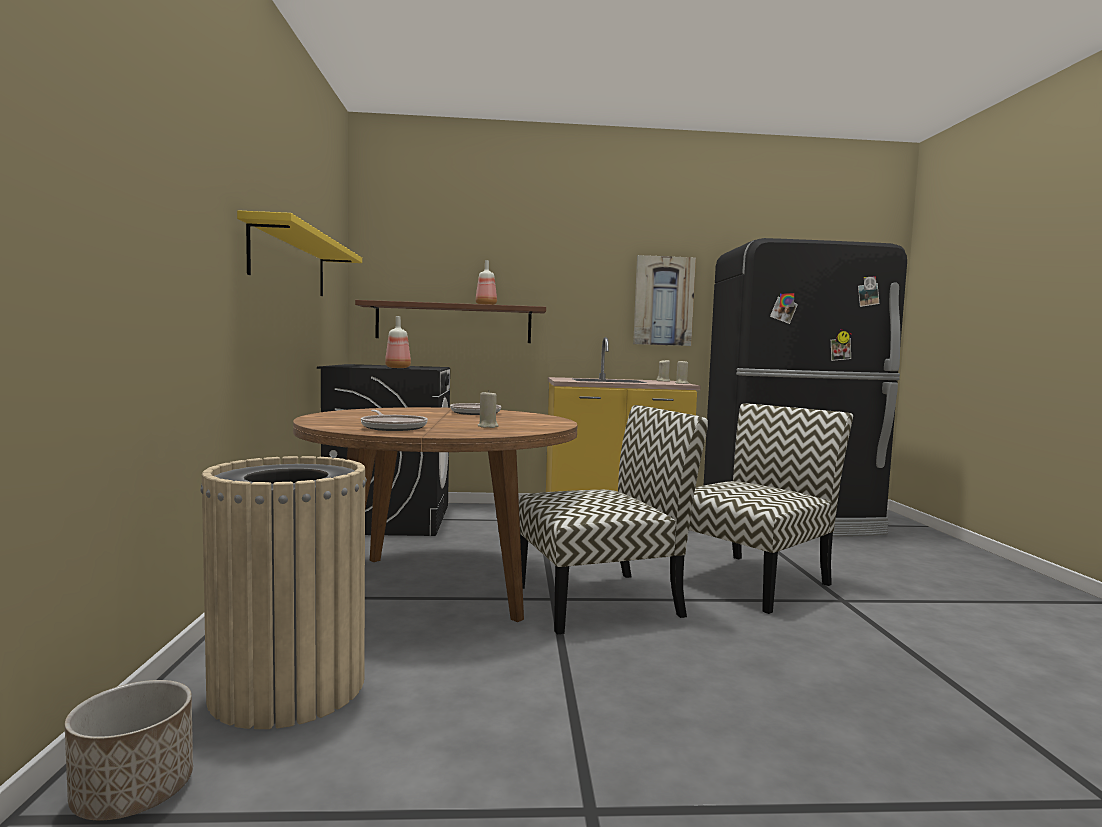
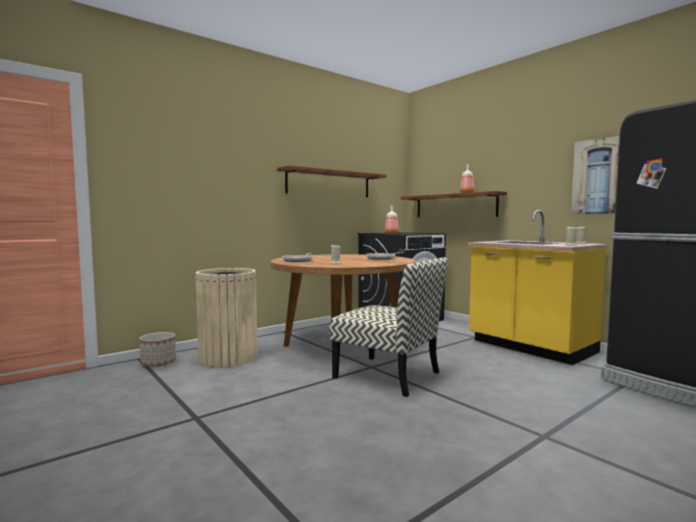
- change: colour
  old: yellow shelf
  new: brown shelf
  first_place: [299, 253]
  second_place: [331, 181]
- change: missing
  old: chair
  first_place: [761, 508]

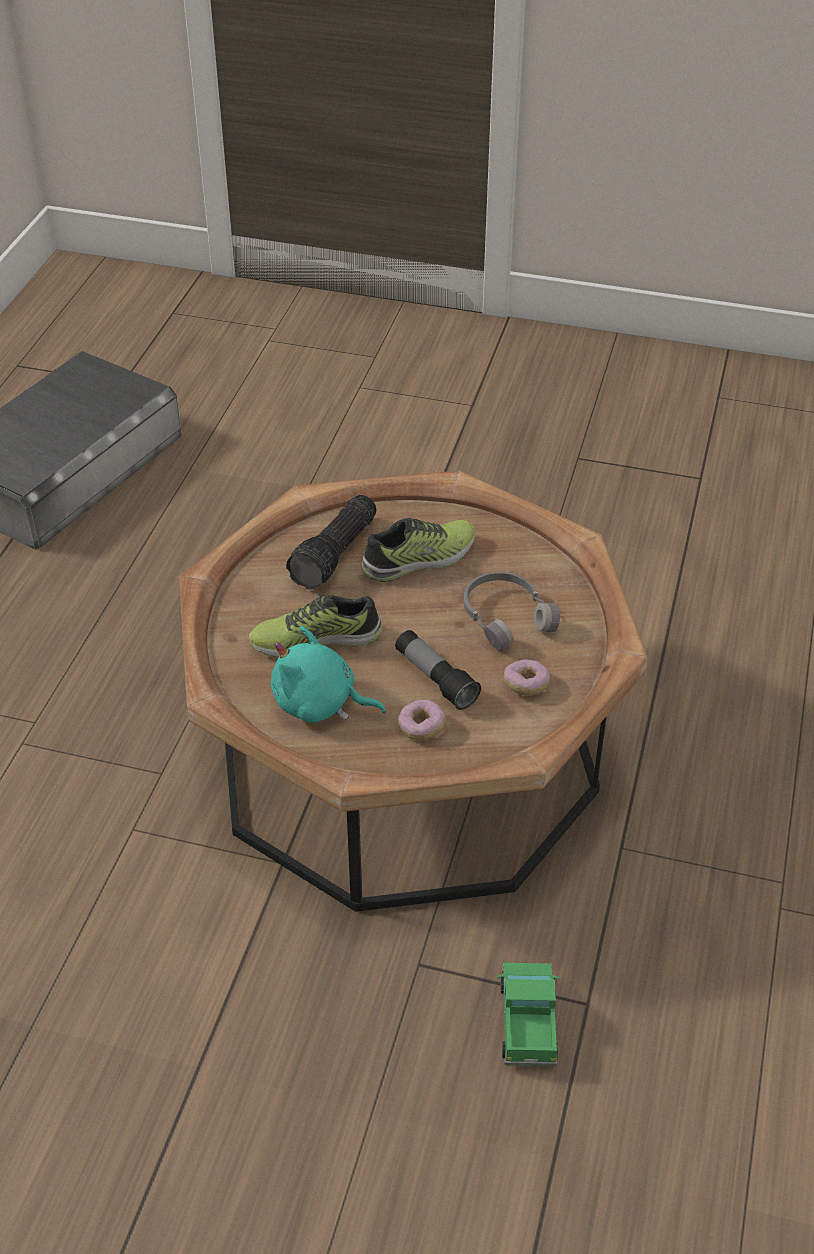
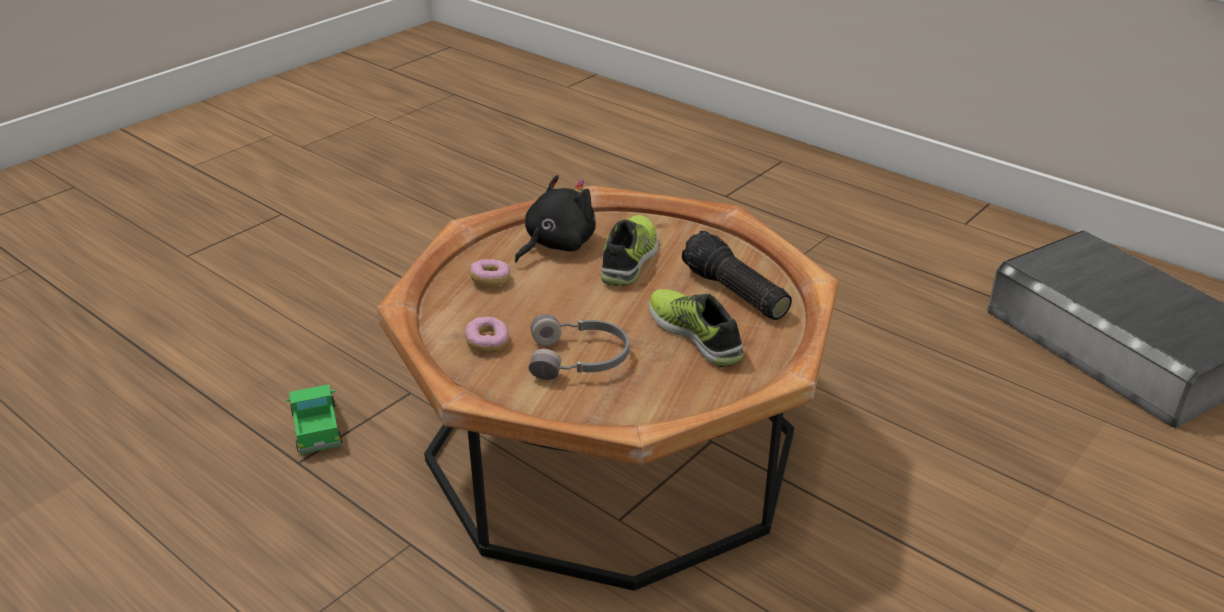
- change: spun
  old: toy truck
  first_place: [528, 1014]
  second_place: [314, 419]
  degrees: -135
- change: colour
  old: turquoise plush toy
  new: black plush toy
  first_place: [328, 674]
  second_place: [555, 219]
- change: spun
  old: shoe
  first_place: [418, 550]
  second_place: [696, 328]
  degrees: 150
- change: missing
  old: flashlight
  first_place: [438, 670]

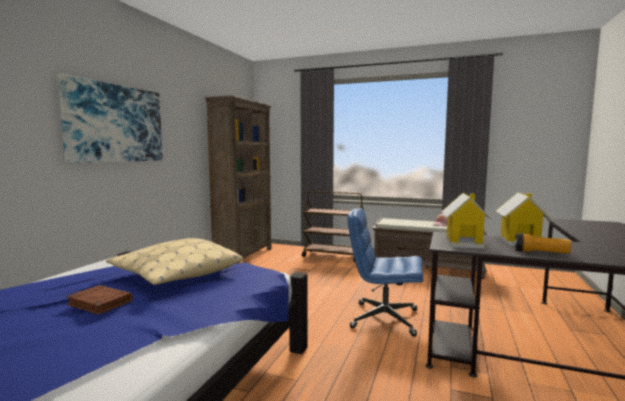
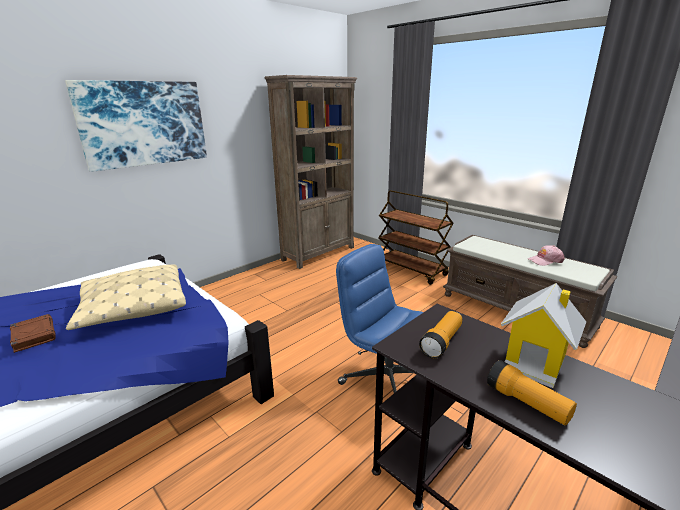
- change: exchanged
  old: toy house
  new: flashlight
  first_place: [466, 220]
  second_place: [440, 335]

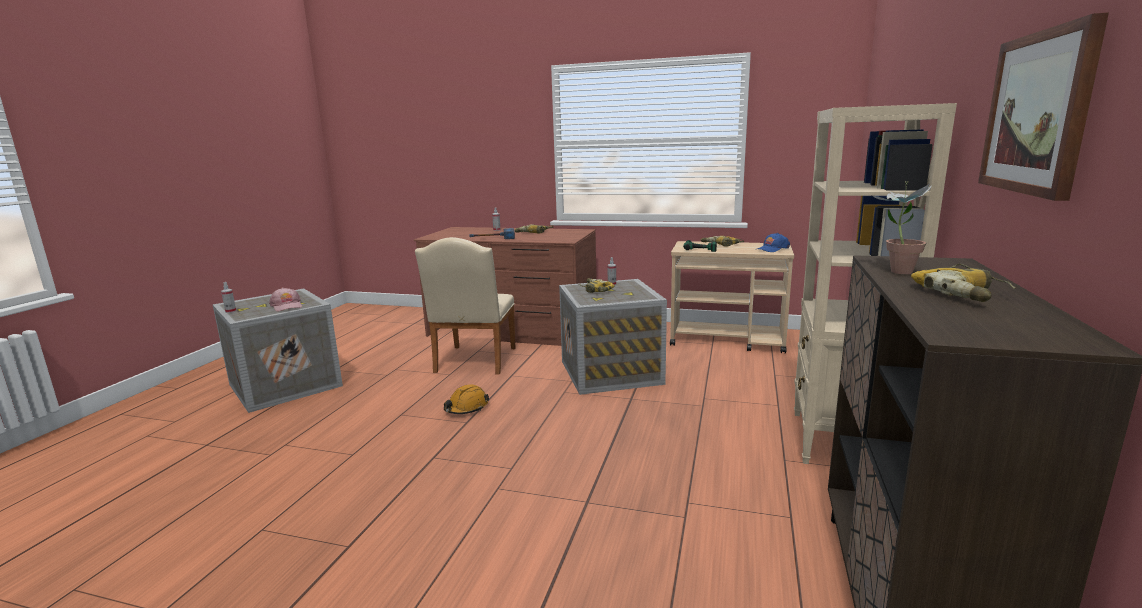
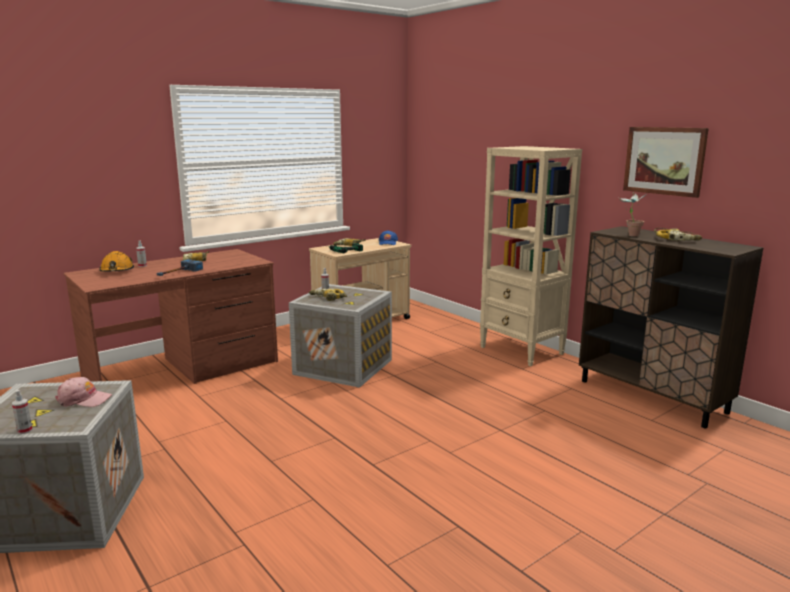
- change: relocated
  old: orange hard hat
  first_place: [466, 399]
  second_place: [116, 261]
- change: missing
  old: beige chair
  first_place: [465, 306]

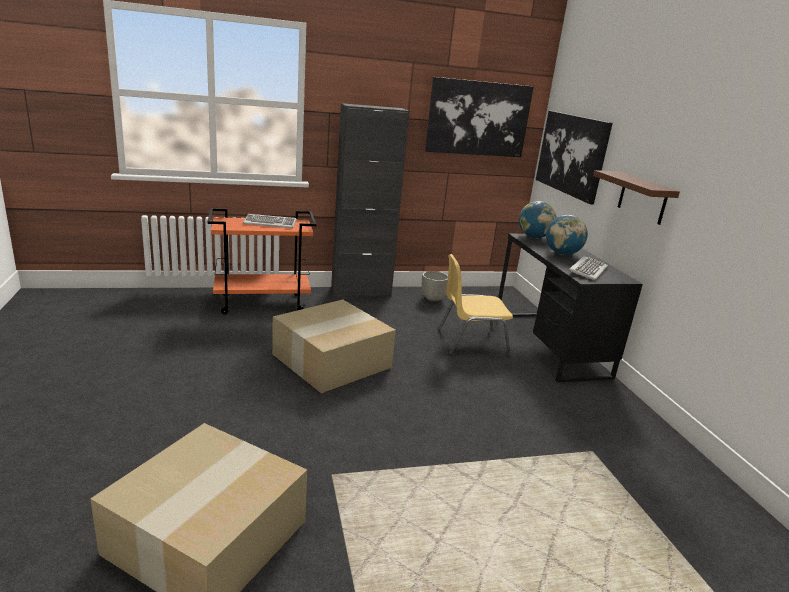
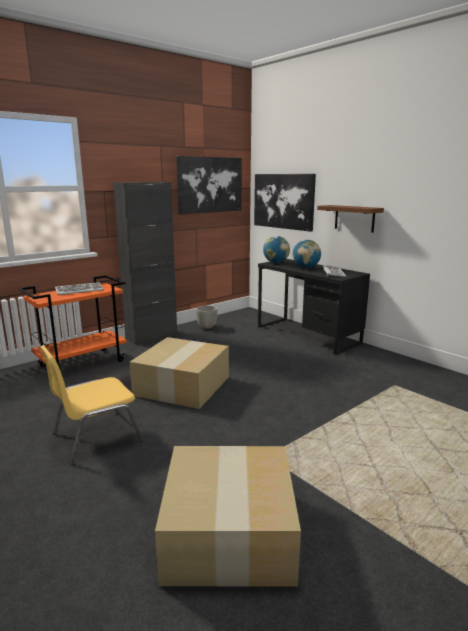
- change: relocated
  old: yellow chair
  first_place: [475, 305]
  second_place: [92, 405]

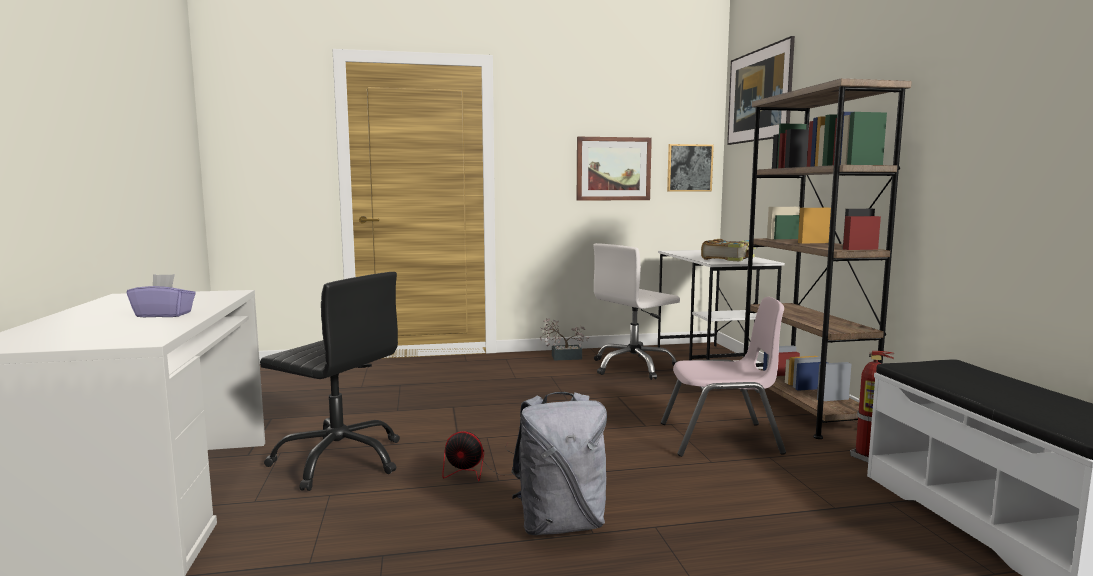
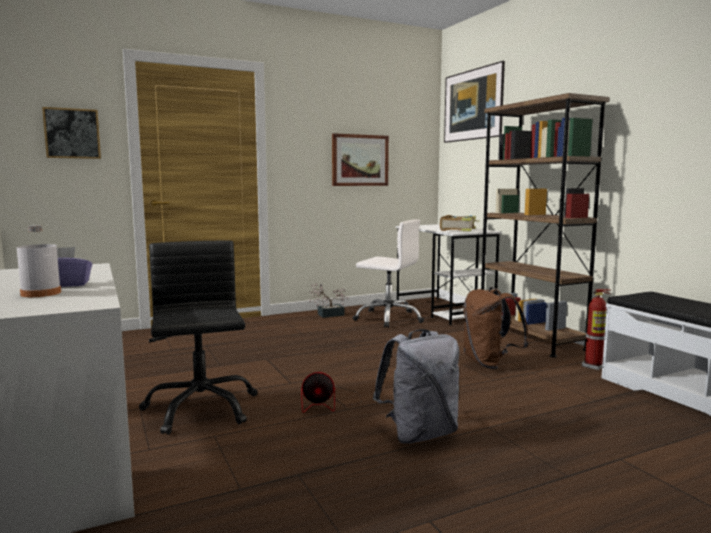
- change: appeared
  new: white bottle
  second_place: [39, 261]
- change: relocated
  old: picture
  first_place: [690, 168]
  second_place: [71, 133]
- change: spun
  old: black office chair
  first_place: [330, 381]
  second_place: [198, 338]
  degrees: -120
- change: spun
  old: white office chair
  first_place: [636, 311]
  second_place: [388, 273]
  degrees: -105
- change: exchanged
  old: pink chair
  new: brown backpack
  first_place: [723, 377]
  second_place: [496, 328]

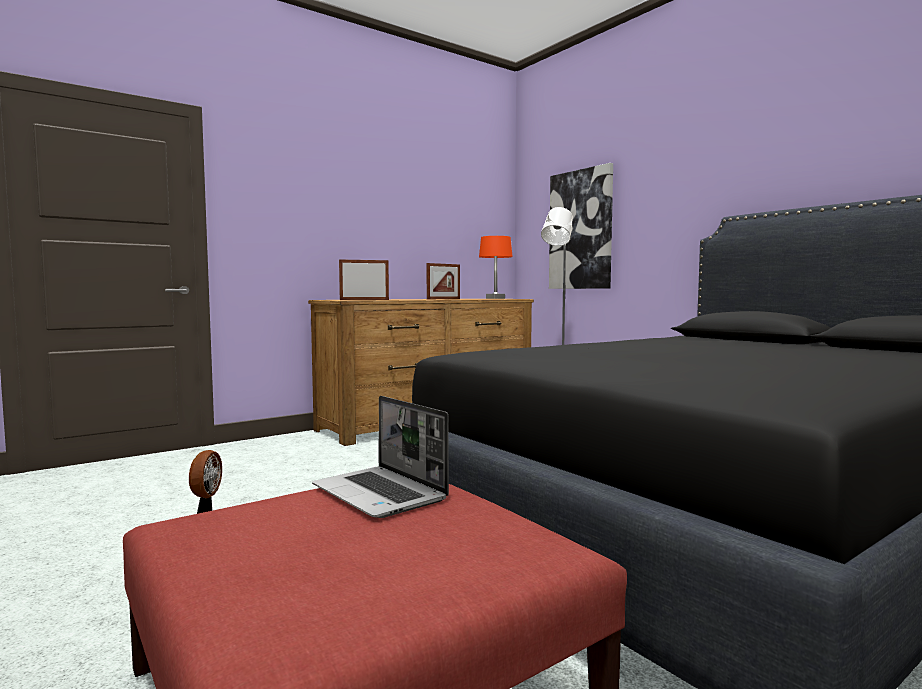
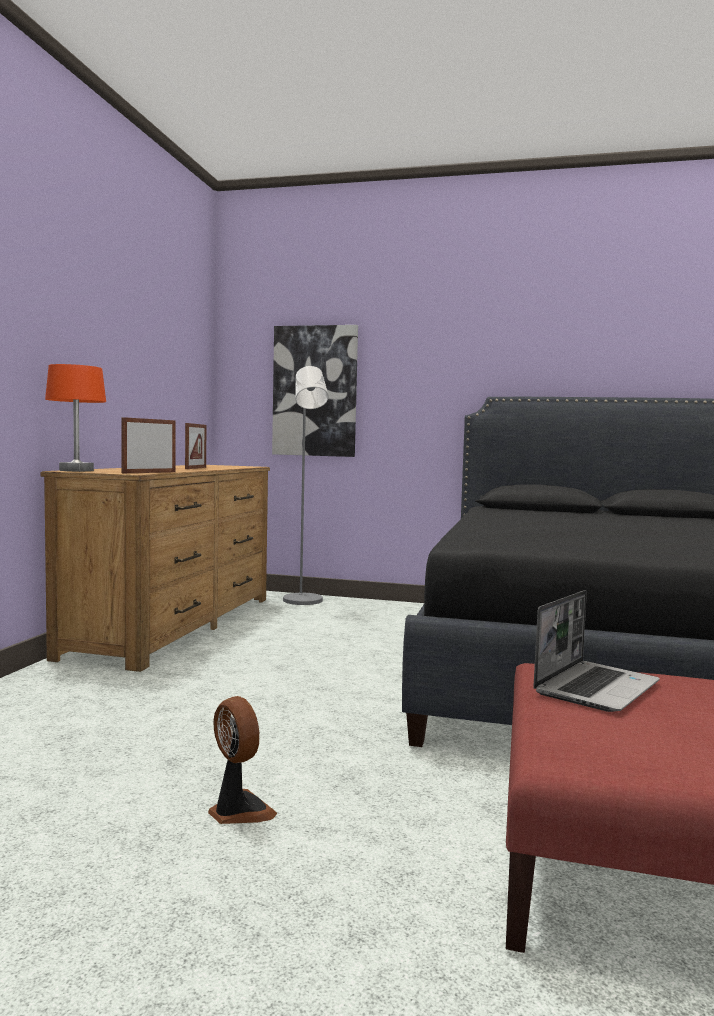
- change: relocated
  old: orange table lamp
  first_place: [496, 267]
  second_place: [75, 418]
- change: spun
  old: laptop
  first_place: [380, 457]
  second_place: [596, 651]
  degrees: -60

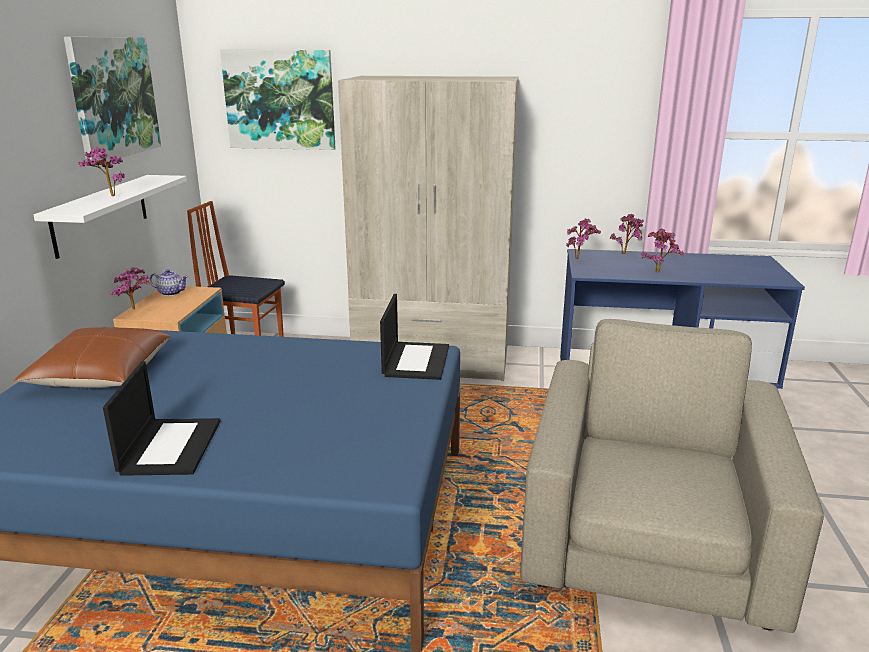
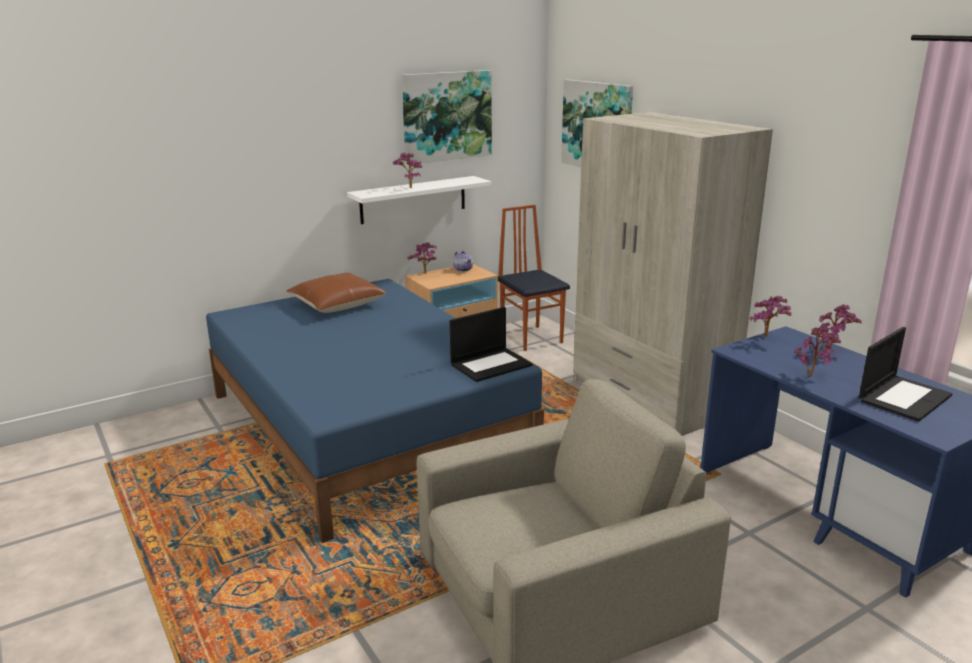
- change: relocated
  old: laptop
  first_place: [161, 418]
  second_place: [906, 374]

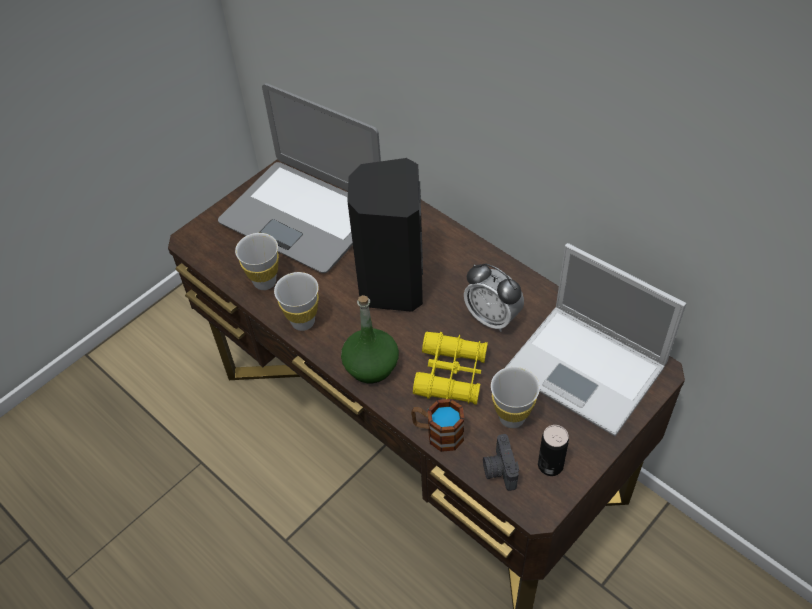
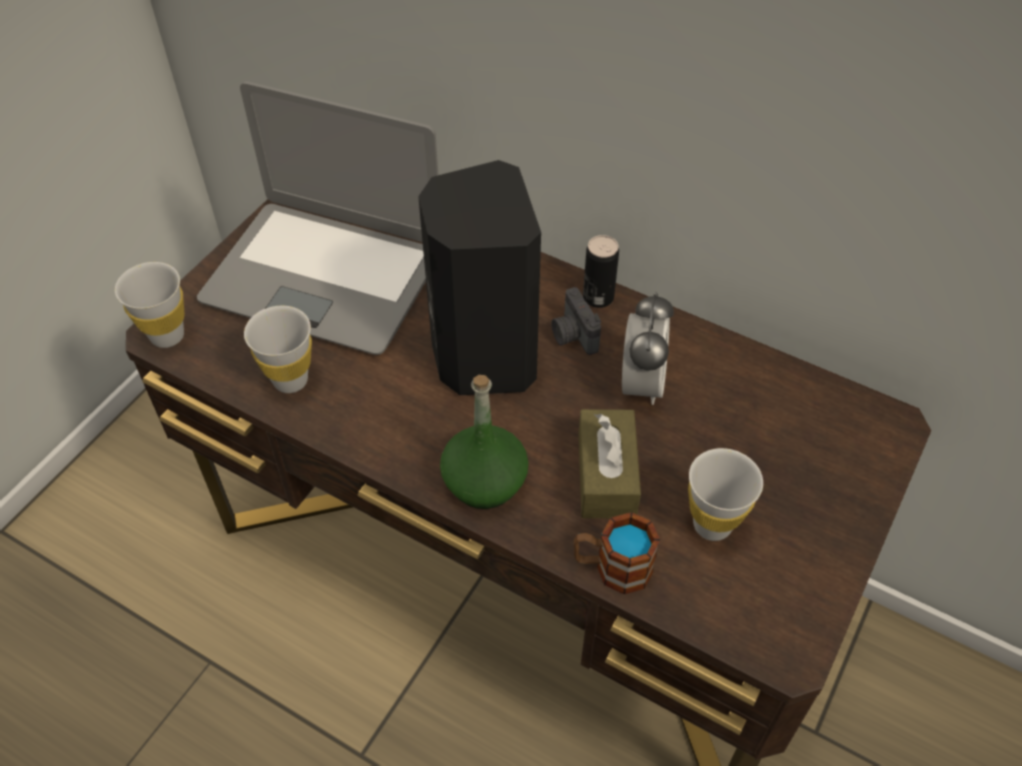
- change: relocated
  old: white cup
  first_place: [296, 301]
  second_place: [150, 305]
- change: relocated
  old: photo camera
  first_place: [501, 462]
  second_place: [576, 321]
- change: exchanged
  old: yellow binoculars
  new: brown tissue box
  first_place: [450, 368]
  second_place: [609, 463]
- change: relocated
  old: can
  first_place: [553, 450]
  second_place: [601, 271]
- change: spun
  old: alarm clock
  first_place: [494, 297]
  second_place: [648, 348]
  degrees: -105
- change: missing
  old: laptop
  first_place: [595, 339]

